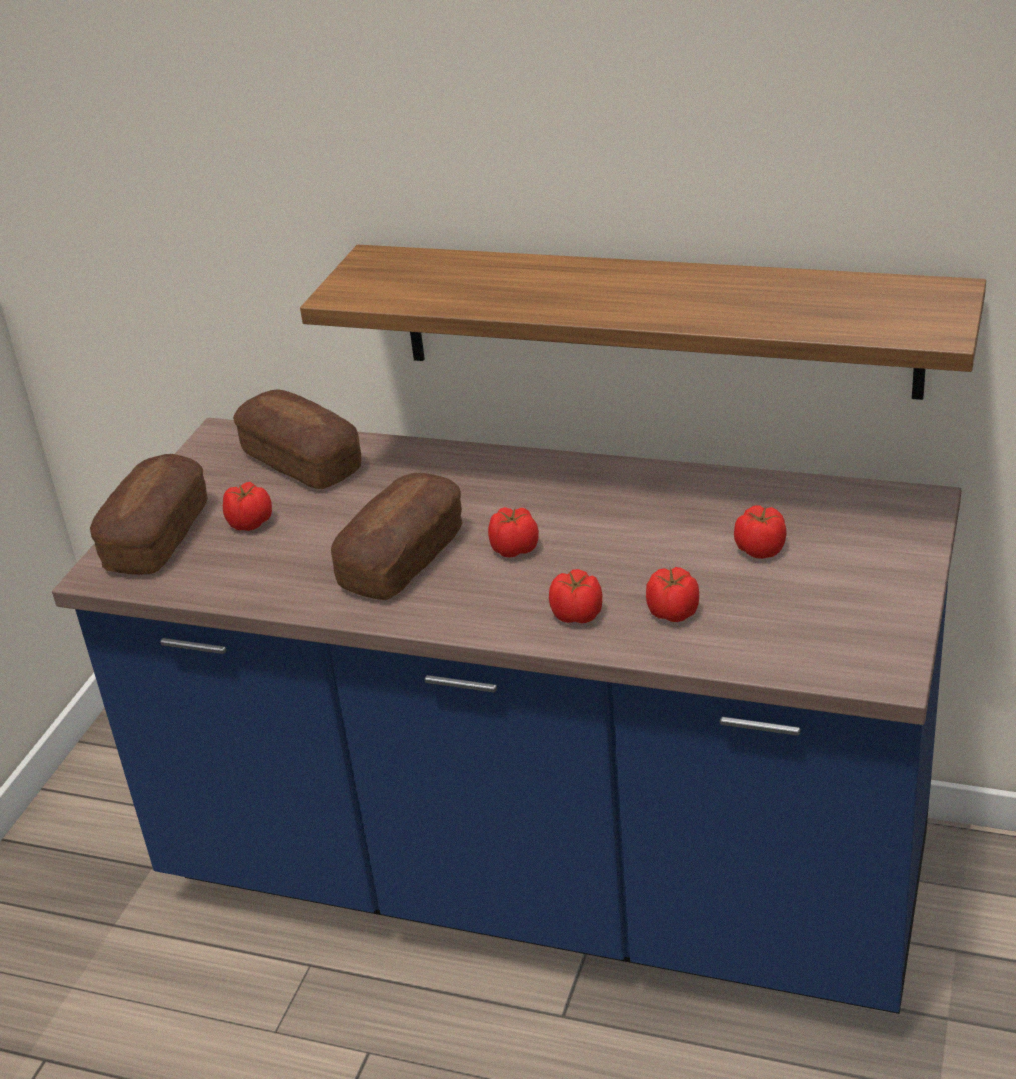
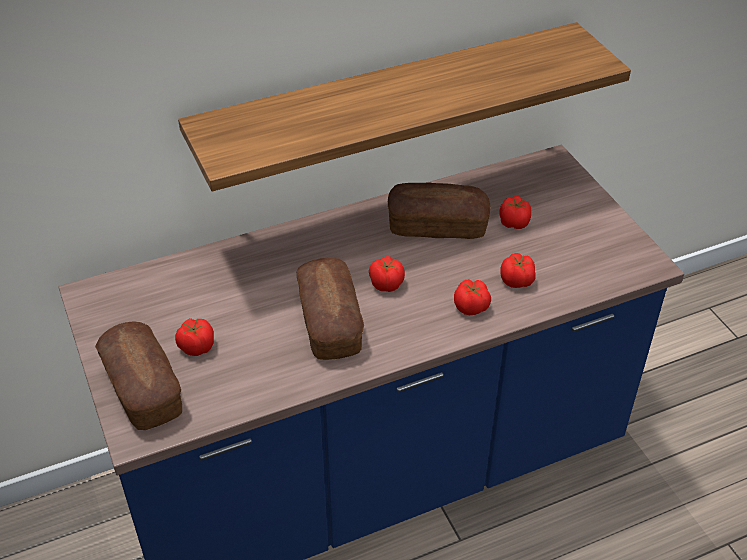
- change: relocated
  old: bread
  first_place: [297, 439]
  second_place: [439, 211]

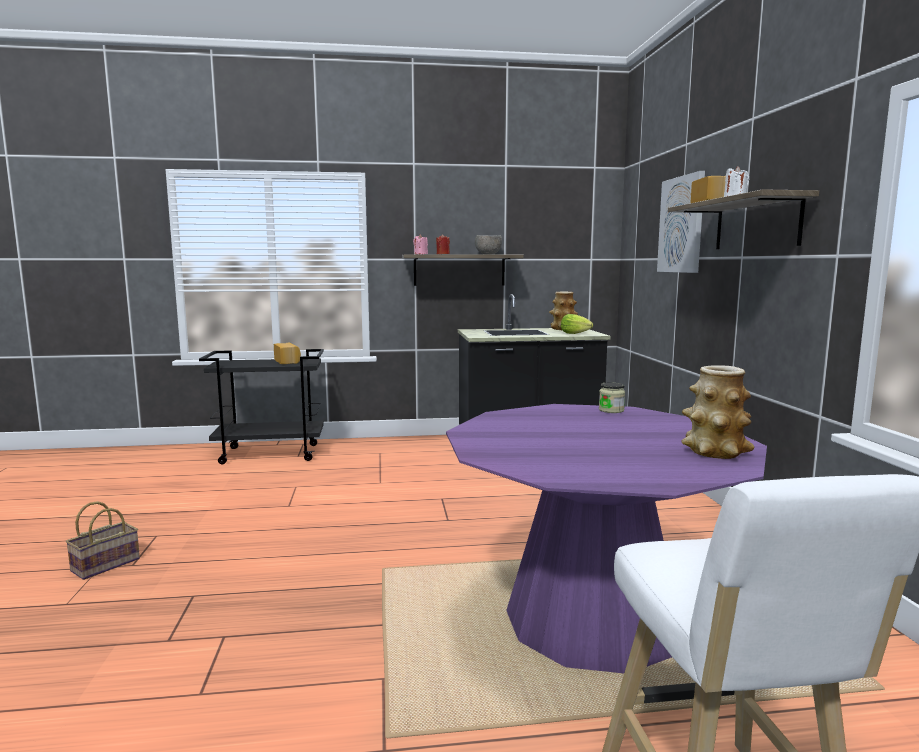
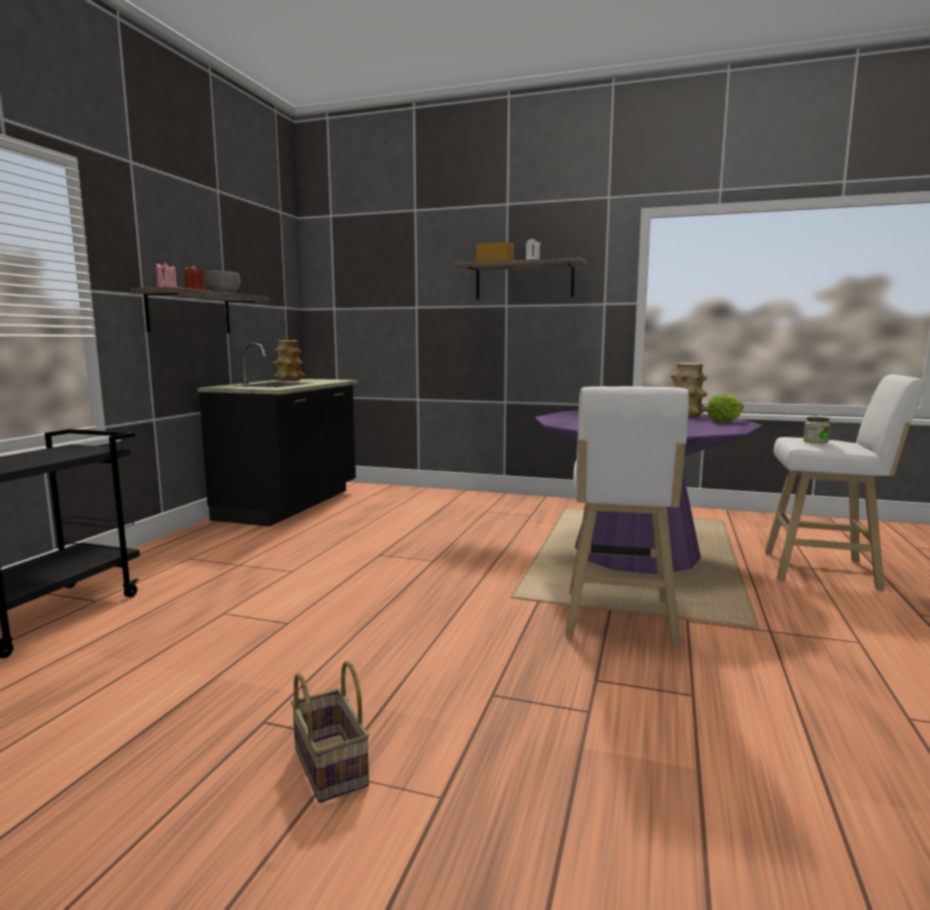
- change: appeared
  new: white stool
  second_place: [627, 516]
- change: relocated
  old: lettuce
  first_place: [577, 324]
  second_place: [725, 408]
- change: relocated
  old: jar
  first_place: [612, 397]
  second_place: [817, 430]
- change: missing
  old: bread
  first_place: [287, 353]
- change: missing
  old: picture
  first_place: [681, 222]

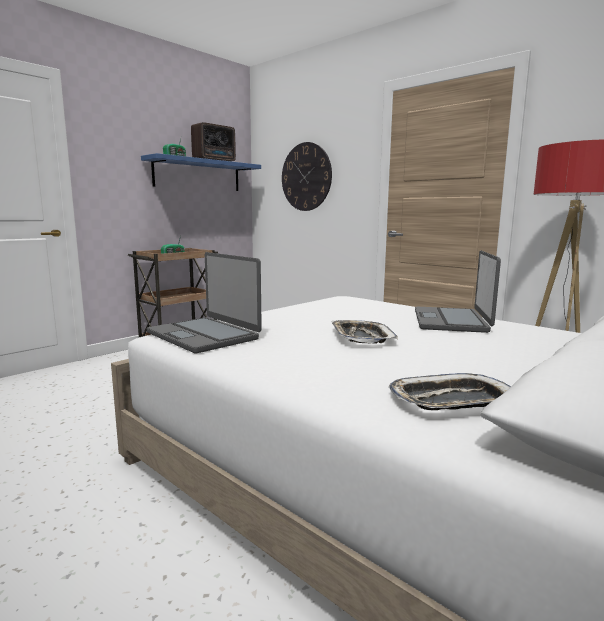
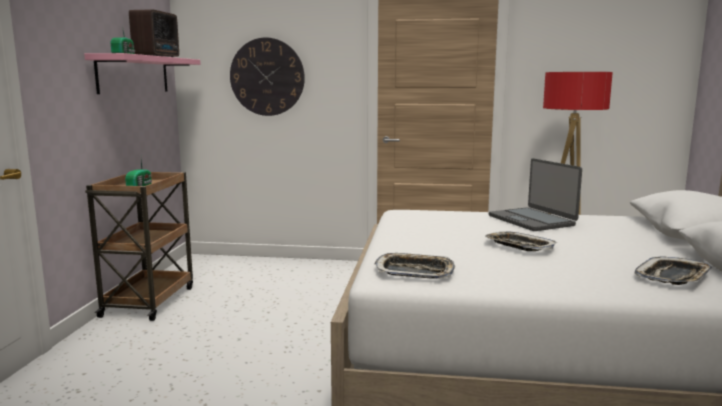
- change: colour
  old: blue shelf
  new: pink shelf
  first_place: [201, 172]
  second_place: [142, 73]
- change: exchanged
  old: laptop
  new: tray
  first_place: [204, 302]
  second_place: [415, 266]

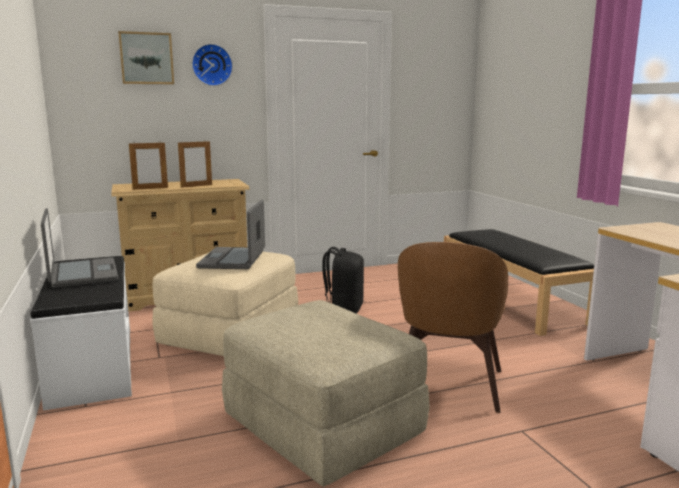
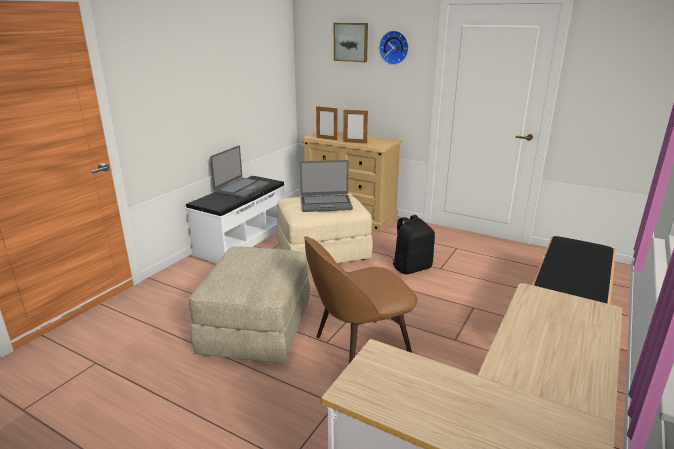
- change: spun
  old: laptop
  first_place: [230, 234]
  second_place: [326, 186]
  degrees: -150

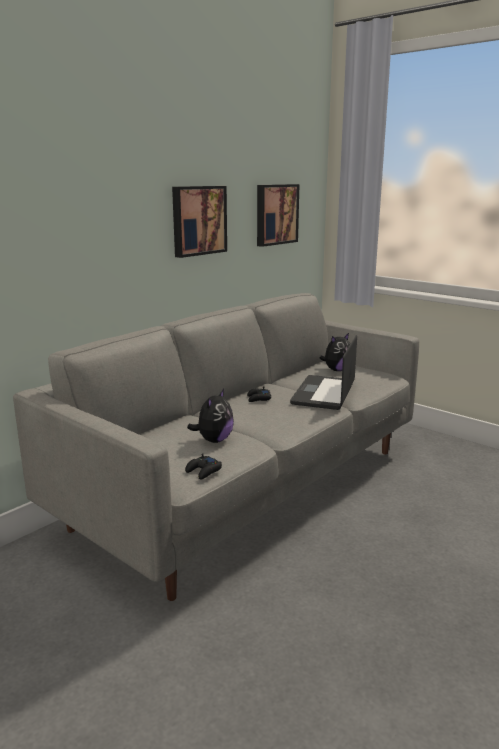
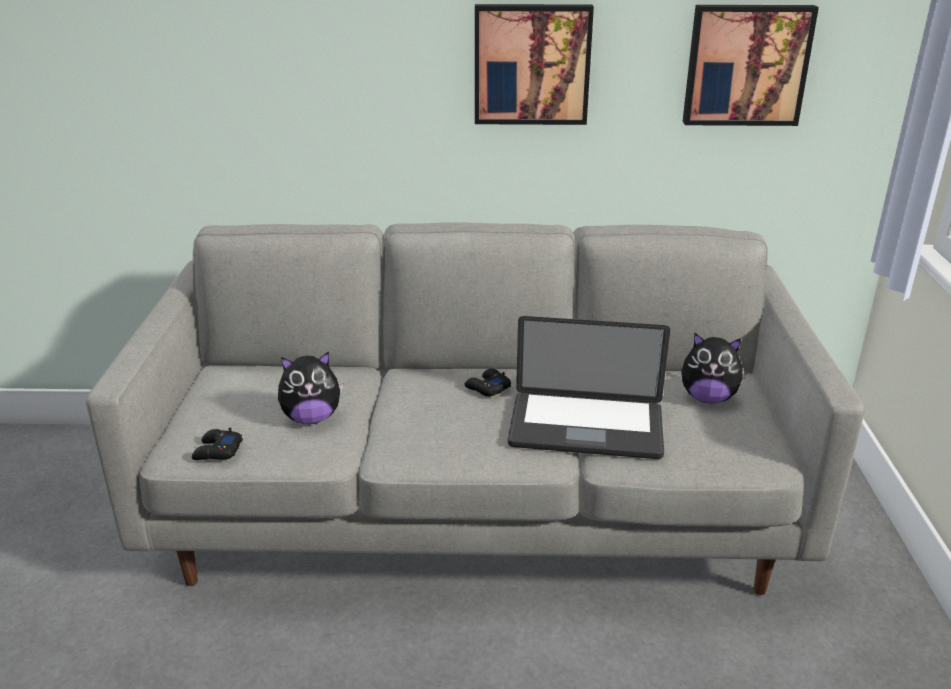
- change: spun
  old: laptop
  first_place: [323, 372]
  second_place: [589, 387]
  degrees: -150

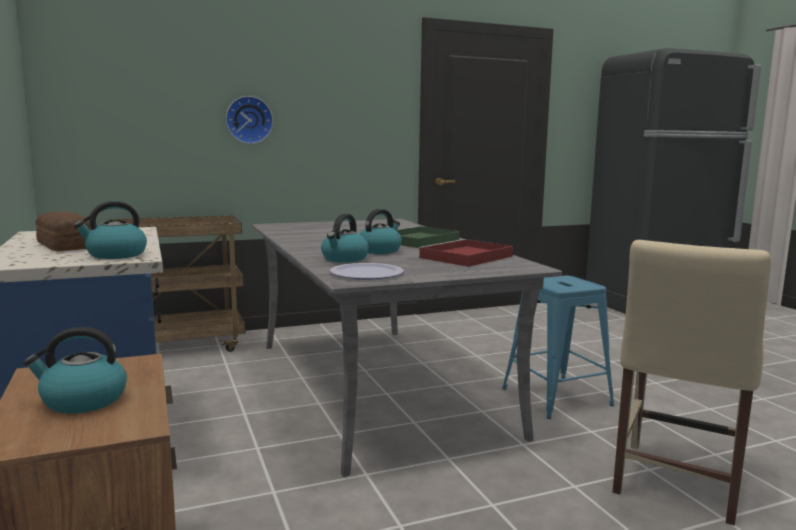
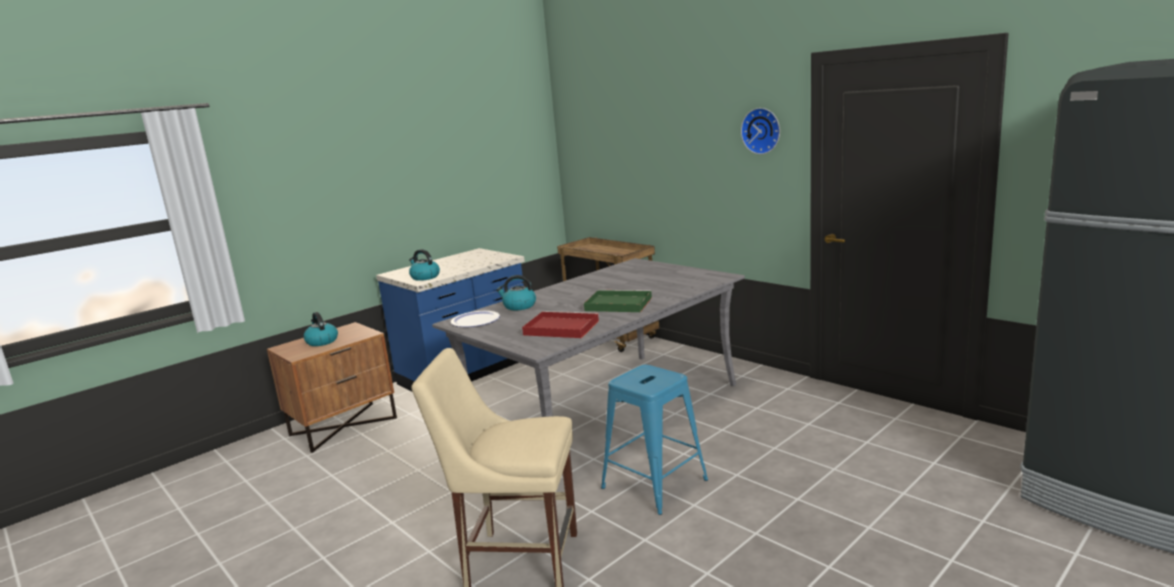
- change: relocated
  old: wall clock
  first_place: [249, 120]
  second_place: [760, 131]
- change: missing
  old: bread
  first_place: [63, 231]
- change: missing
  old: kettle
  first_place: [381, 231]

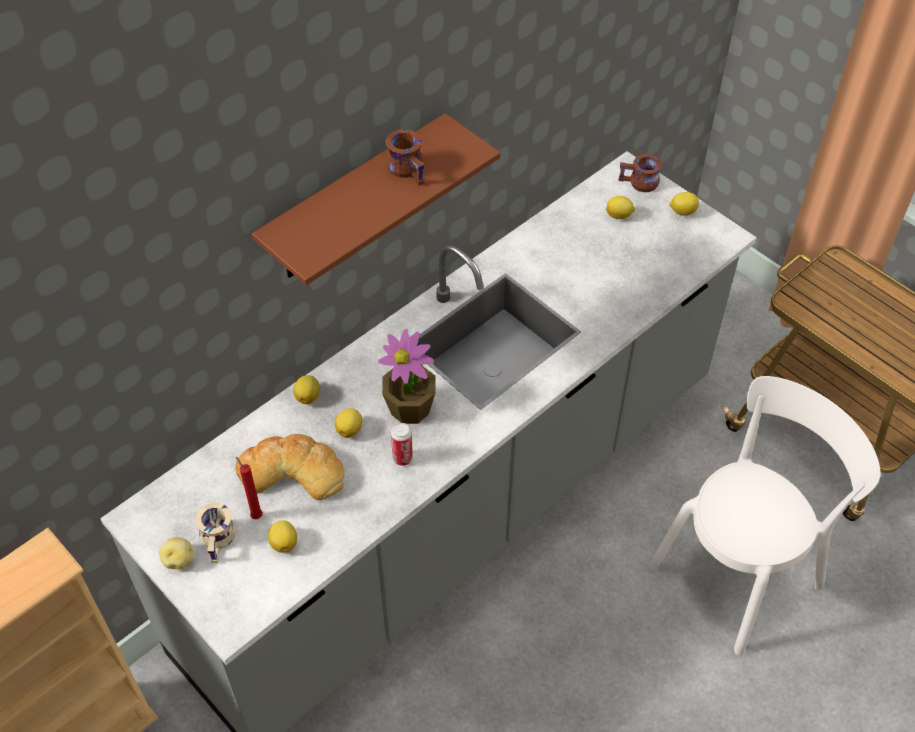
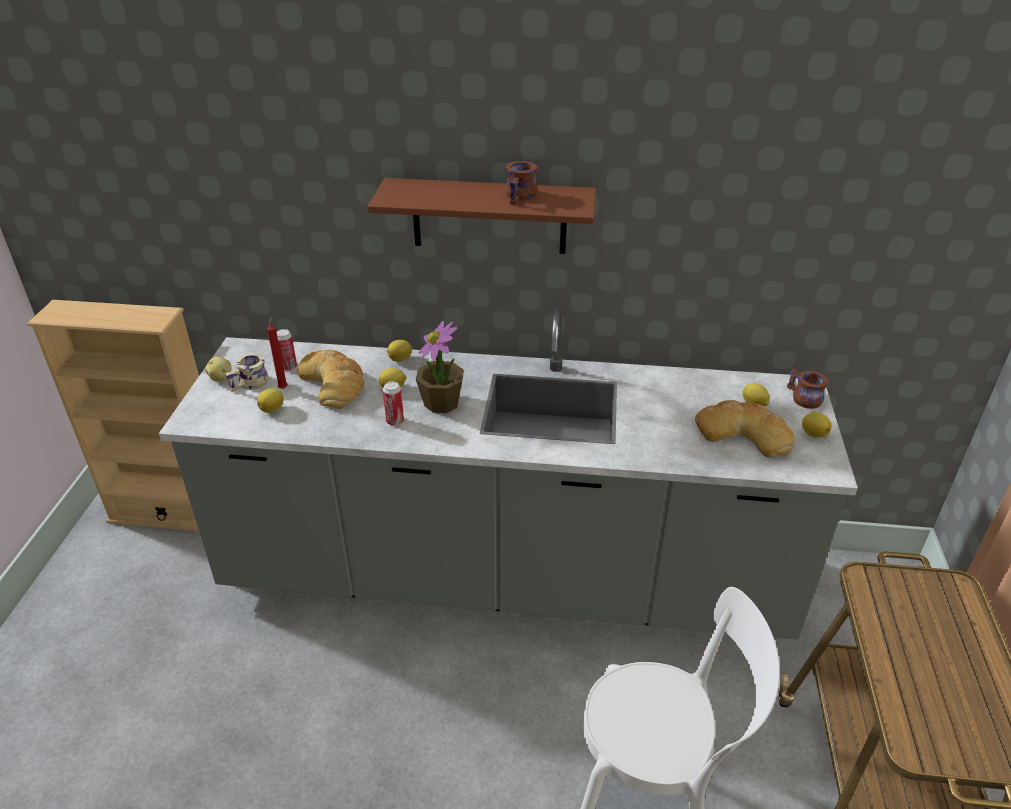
- change: appeared
  new: can
  second_place: [287, 350]
- change: appeared
  new: bread
  second_place: [745, 428]

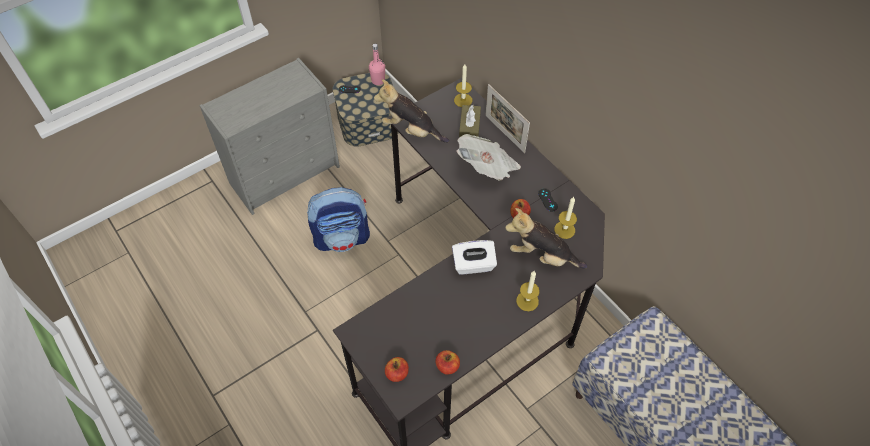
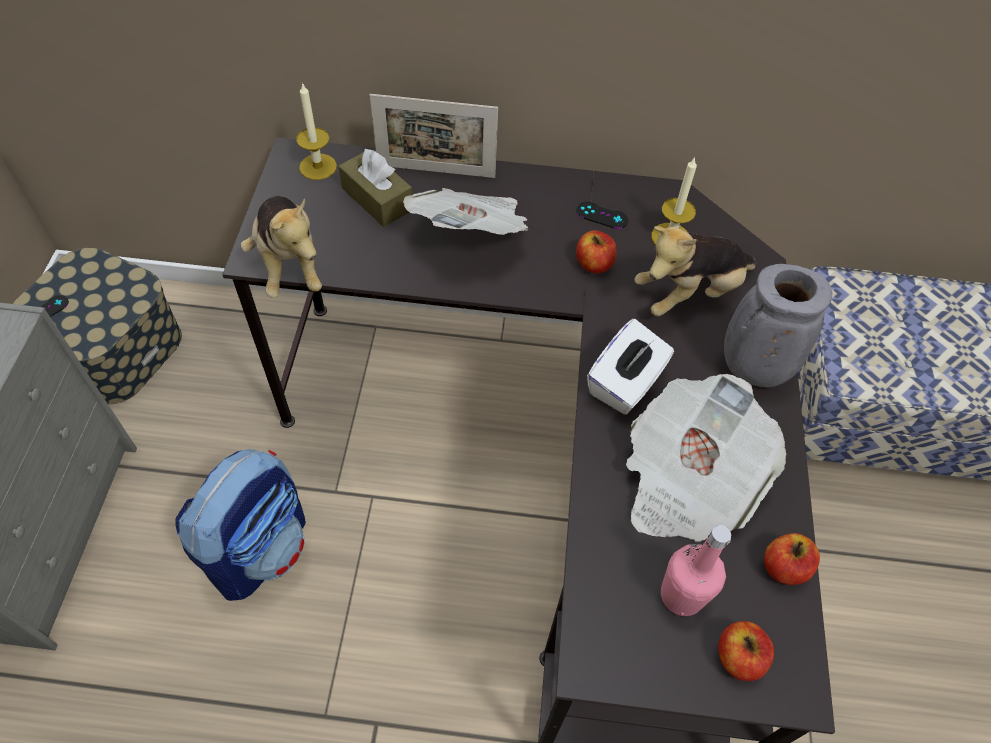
- change: spun
  old: plush toy
  first_place: [411, 111]
  second_place: [281, 247]
  degrees: -90
- change: appeared
  new: newspaper
  second_place: [706, 459]
- change: relocated
  old: pink bottle
  first_place: [377, 64]
  second_place: [696, 570]
- change: exchanged
  old: candle
  new: grey vase
  first_place: [528, 291]
  second_place: [778, 325]

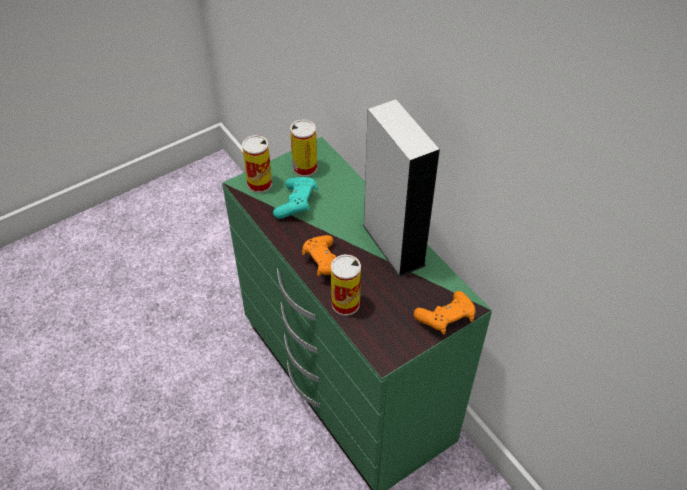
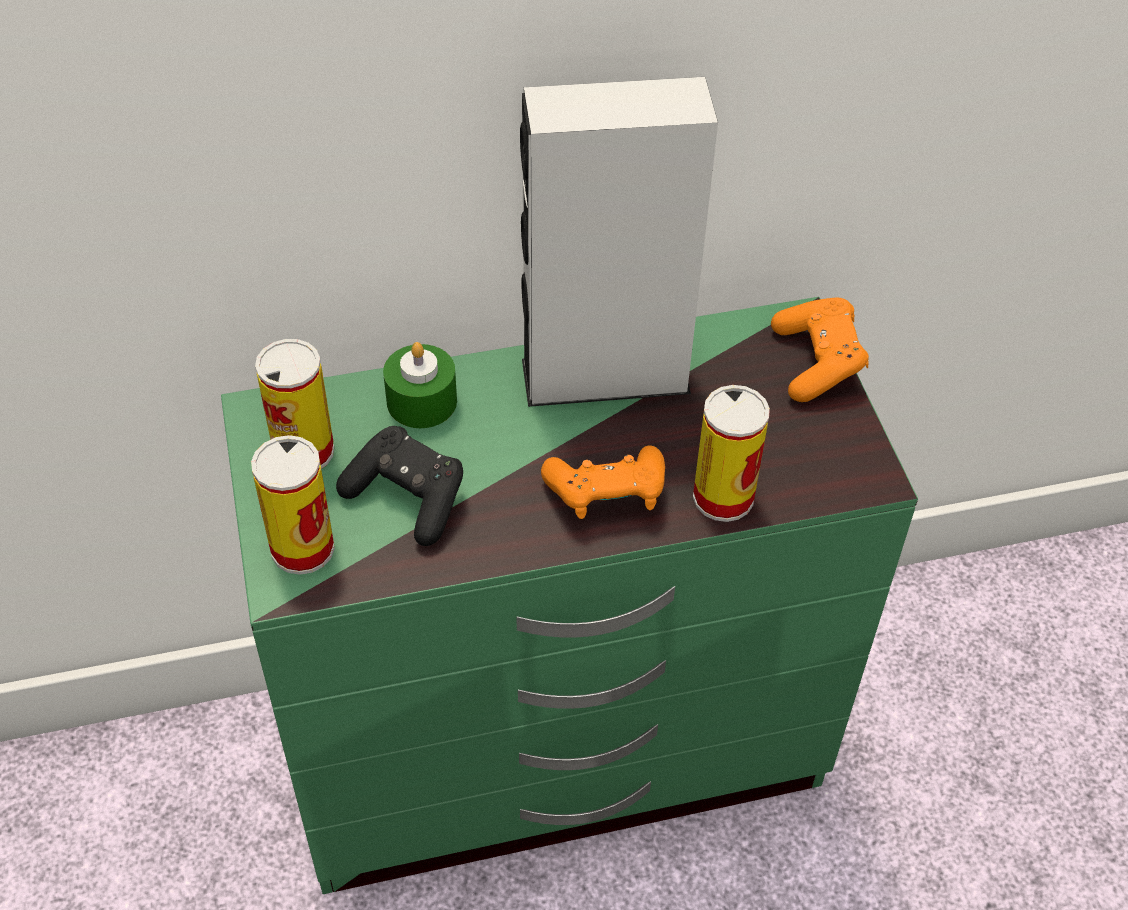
- change: colour
  old: turquoise game controller
  new: black game controller
  first_place: [295, 198]
  second_place: [399, 486]
- change: appeared
  new: green candle
  second_place: [420, 385]

